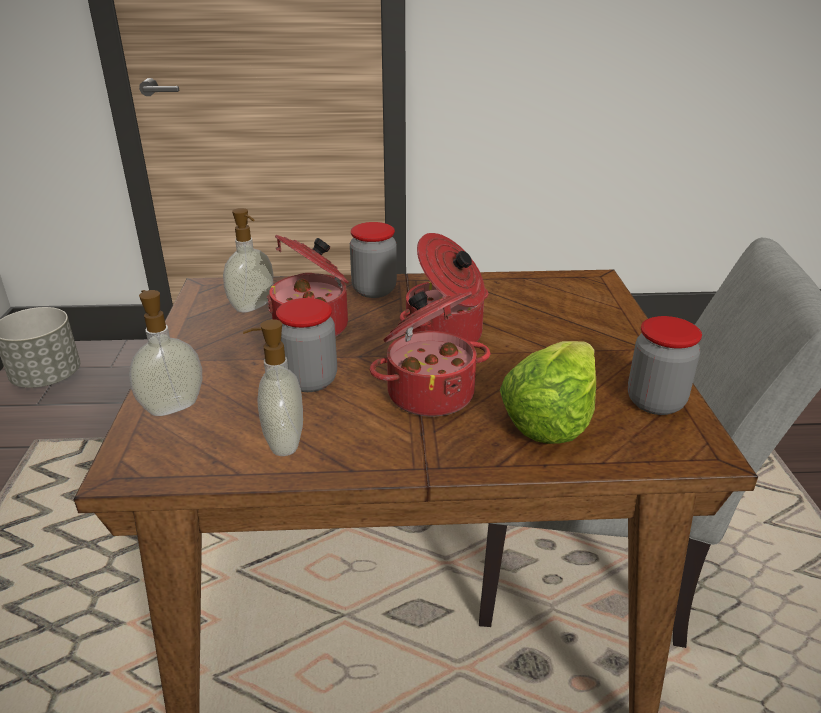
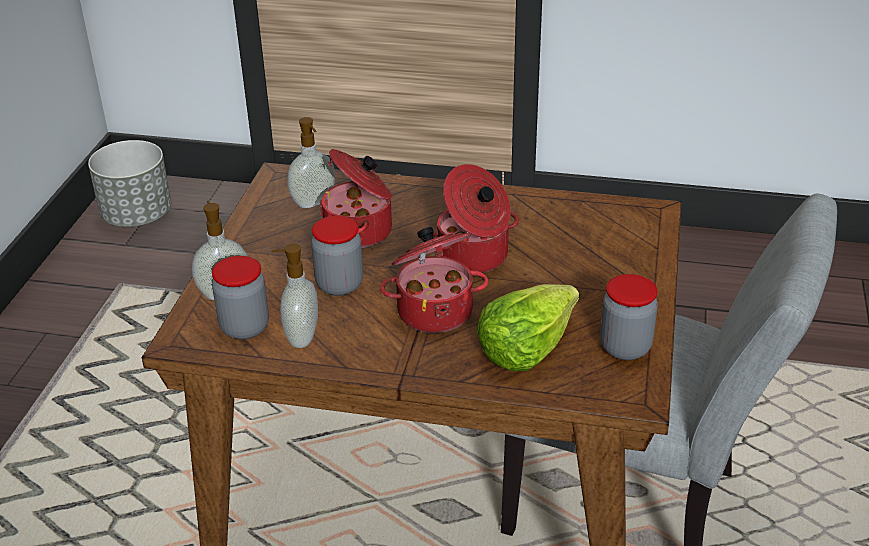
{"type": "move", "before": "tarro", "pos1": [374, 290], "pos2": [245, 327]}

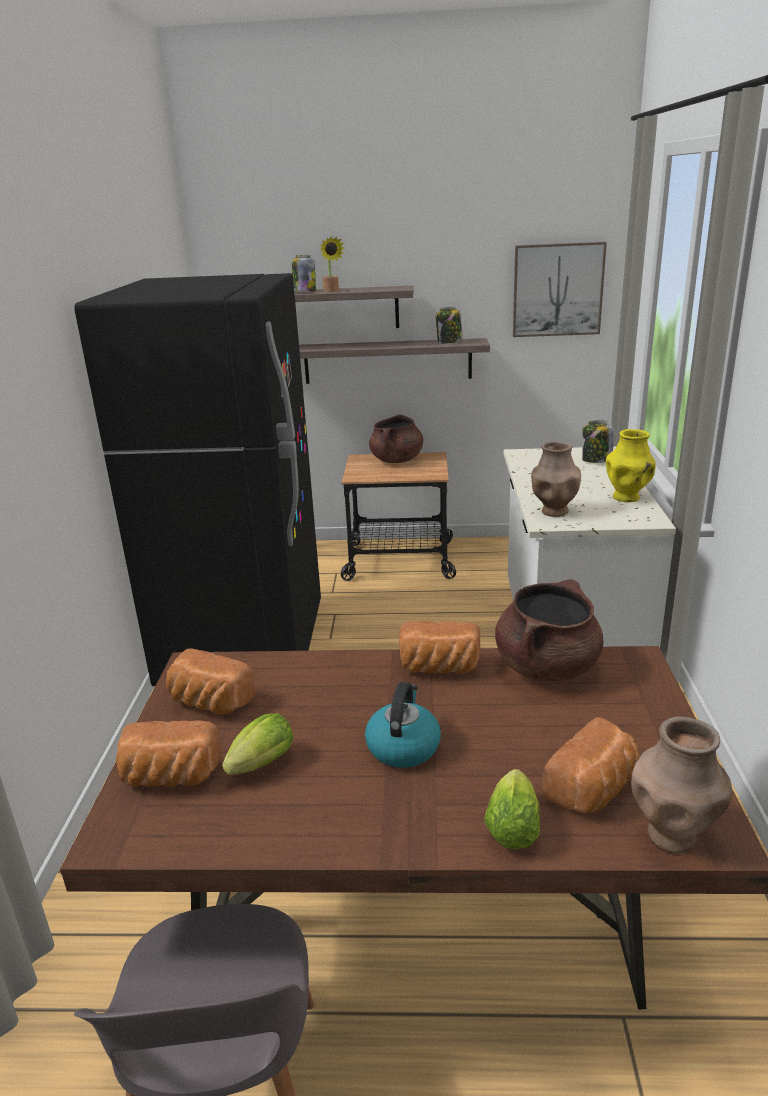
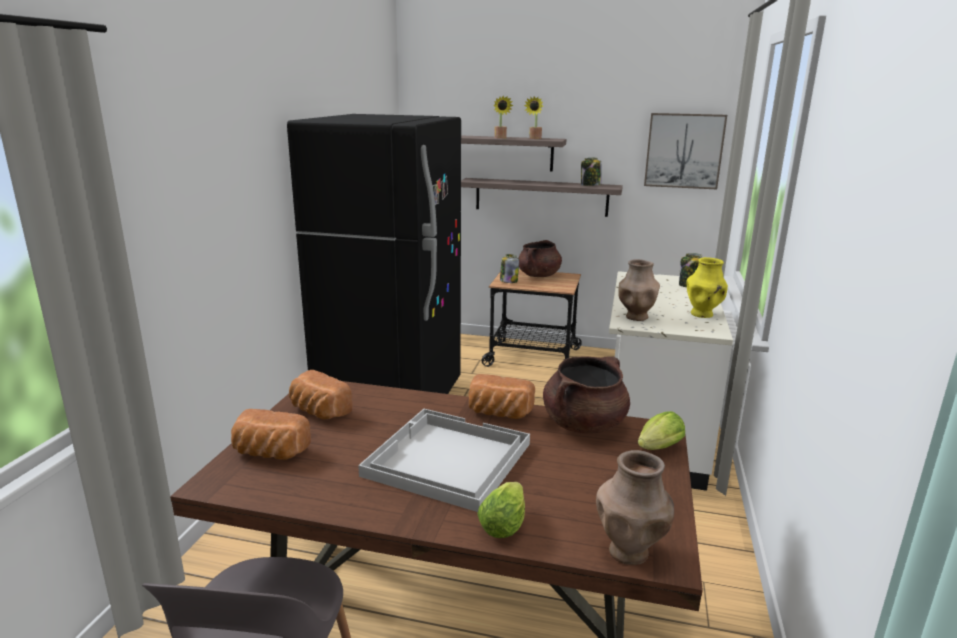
{"type": "move", "before": "lechuga", "pos1": [259, 766], "pos2": [657, 449]}
{"type": "move", "before": "tarro", "pos1": [304, 291], "pos2": [508, 281]}
{"type": "replace", "before": "hervidor", "after": "bandeja [blanco]", "pos1": [403, 746], "pos2": [446, 460]}
{"type": "delete", "before": "pan", "pos1": [594, 790]}
{"type": "insert", "after": "planta en maceta", "pos2": [534, 138]}

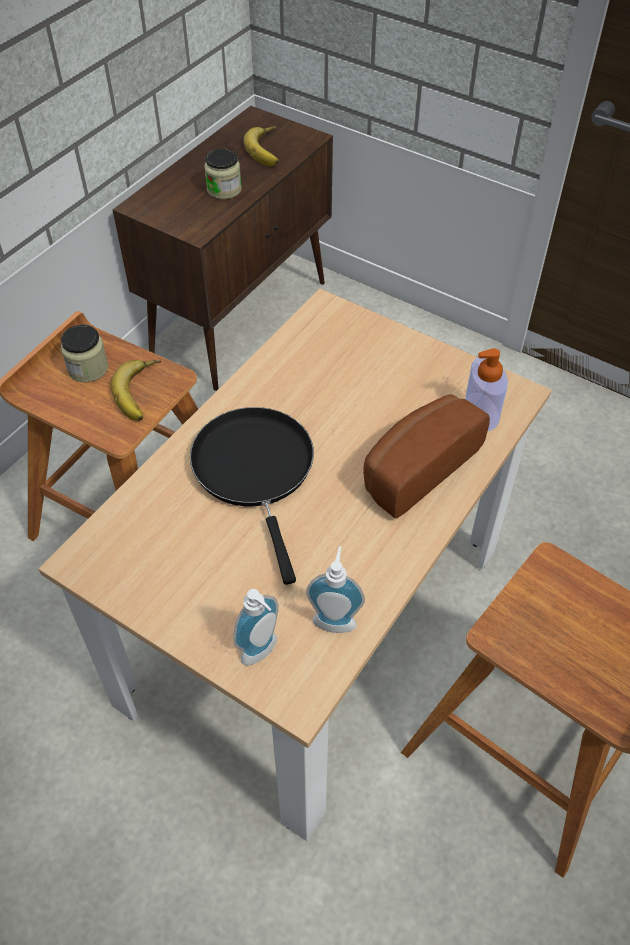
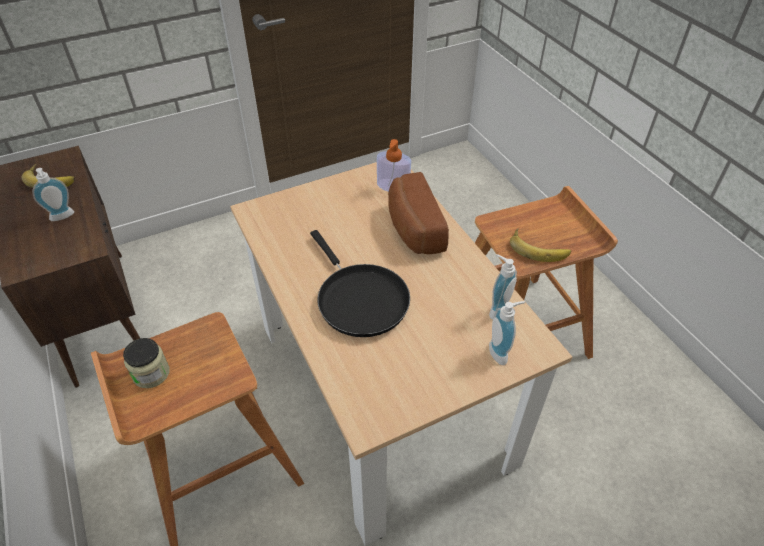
{"type": "move", "before": "plátano", "pos1": [142, 393], "pos2": [538, 248]}
{"type": "rotate", "before": "sartén [negro]", "pos1": [255, 470], "pos2": [359, 299], "turn": -135}
{"type": "replace", "before": "tarro", "after": "dispensador de jabón", "pos1": [224, 189], "pos2": [63, 217]}

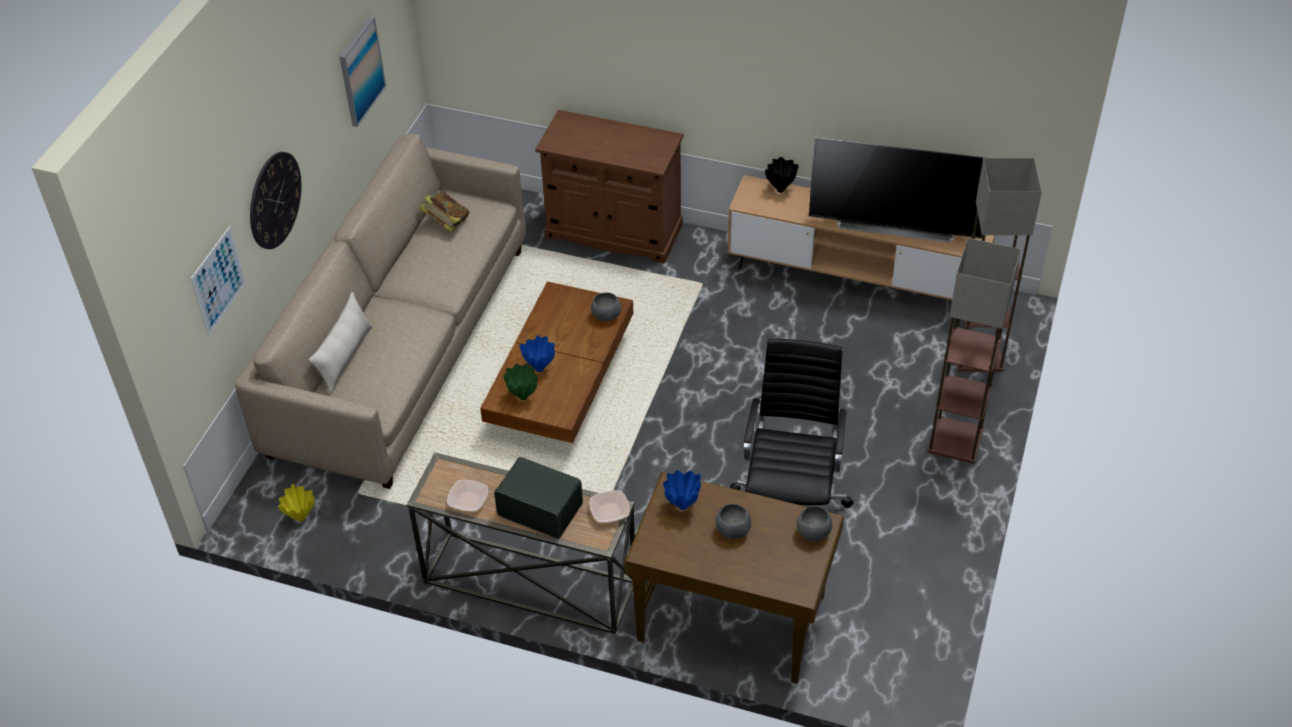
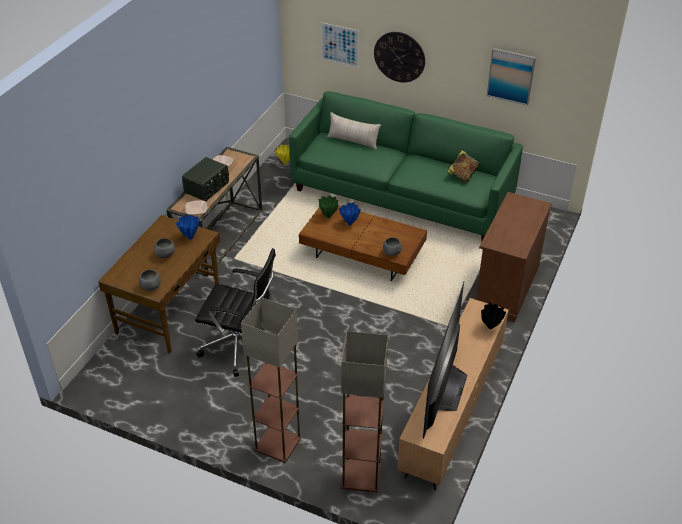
{"type": "recolor", "before": "sofá [beis]", "after": "sofá [verde]", "pos1": [401, 349], "pos2": [402, 195]}

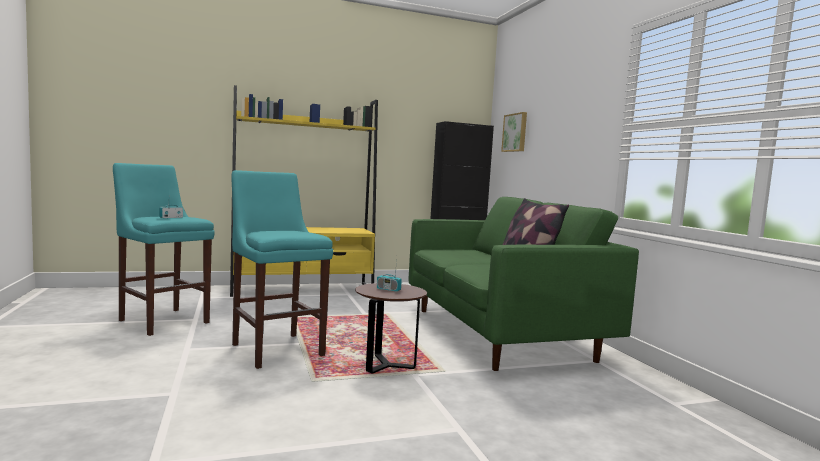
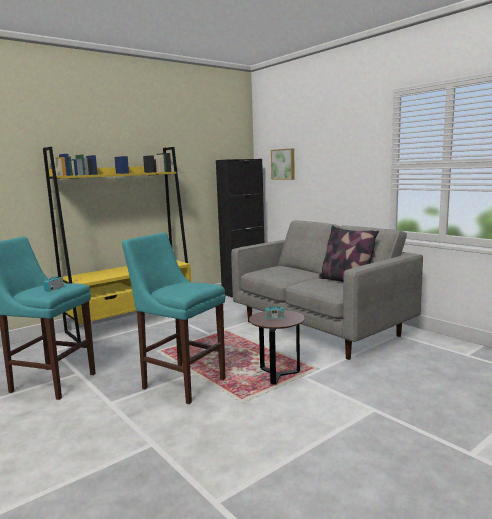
{"type": "recolor", "before": "sofá [verde]", "after": "sofá [gris]", "pos1": [499, 333], "pos2": [320, 328]}

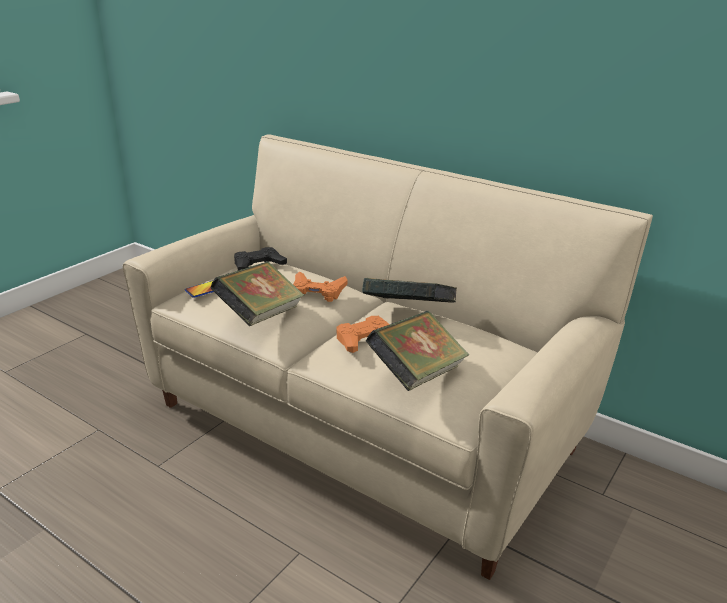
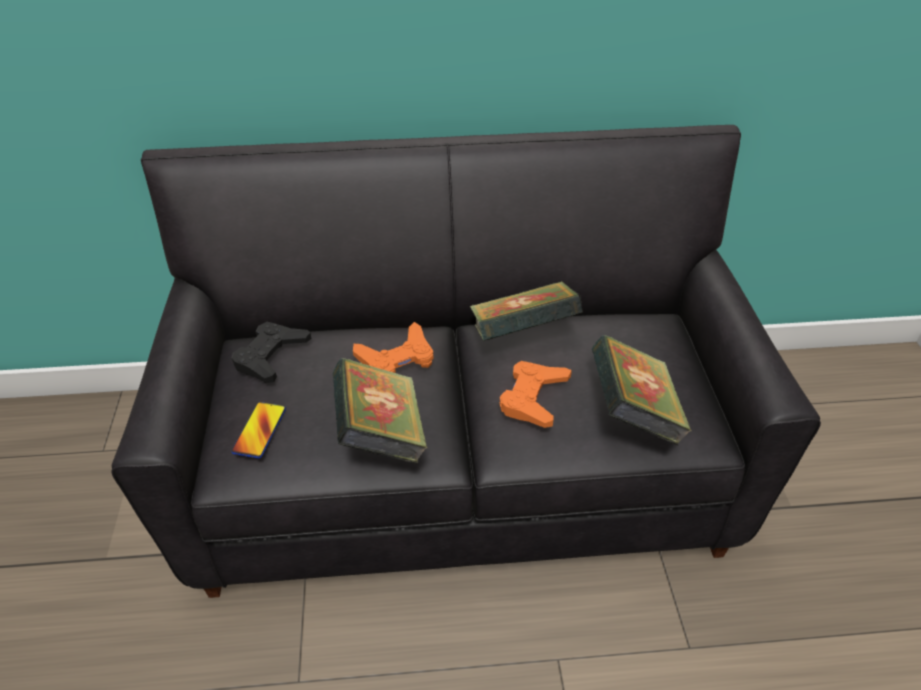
{"type": "recolor", "before": "sofá [beis]", "after": "sofá [negro]", "pos1": [363, 427], "pos2": [461, 473]}

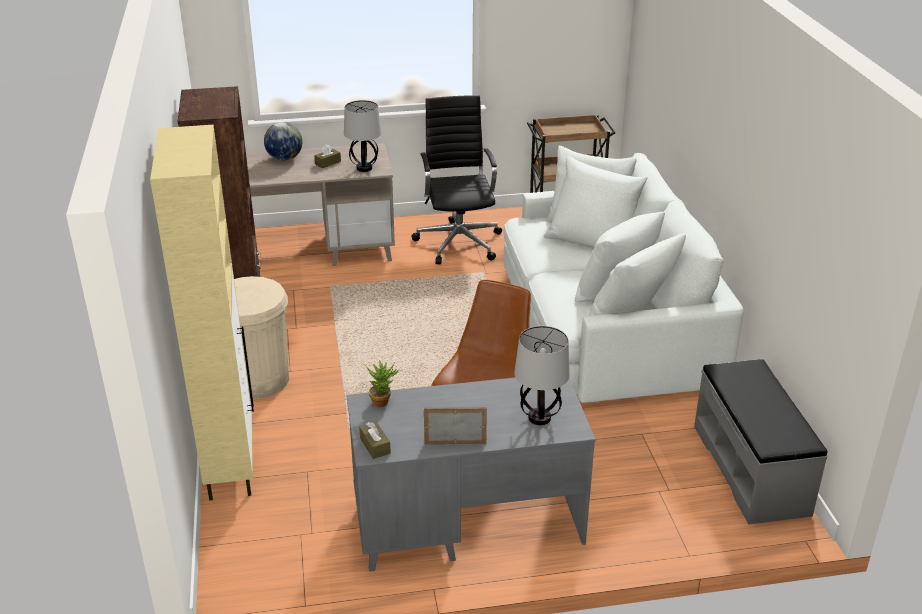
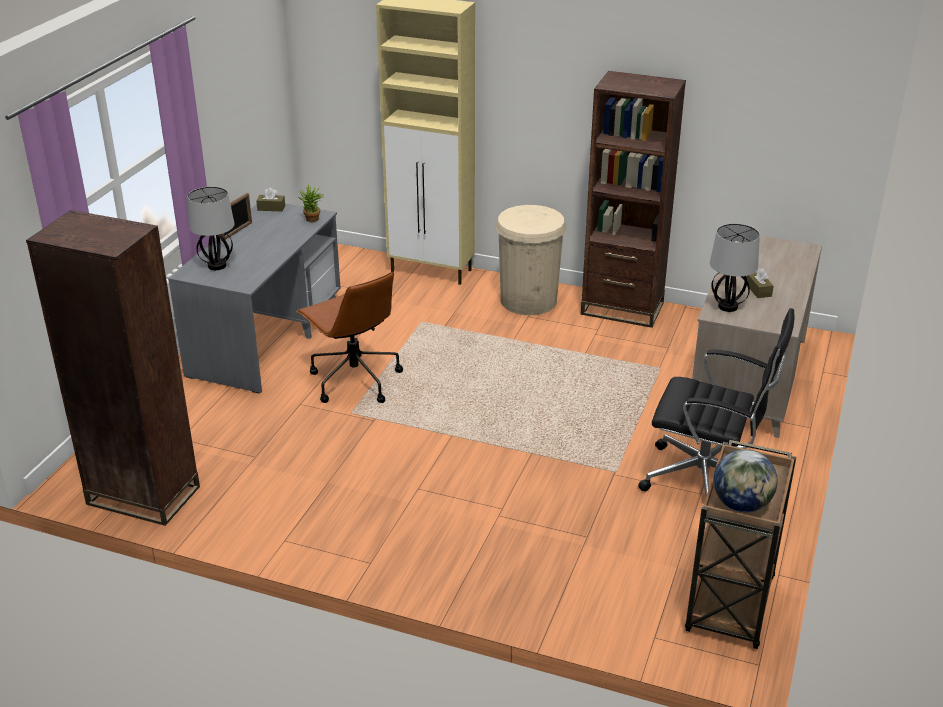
{"type": "move", "before": "globo terráqueo", "pos1": [284, 159], "pos2": [741, 505]}
{"type": "delete", "before": "sofá [blanco]", "pos1": [607, 325]}
{"type": "replace", "before": "banco [gris]", "after": "estantería [marrón]", "pos1": [751, 469], "pos2": [143, 495]}

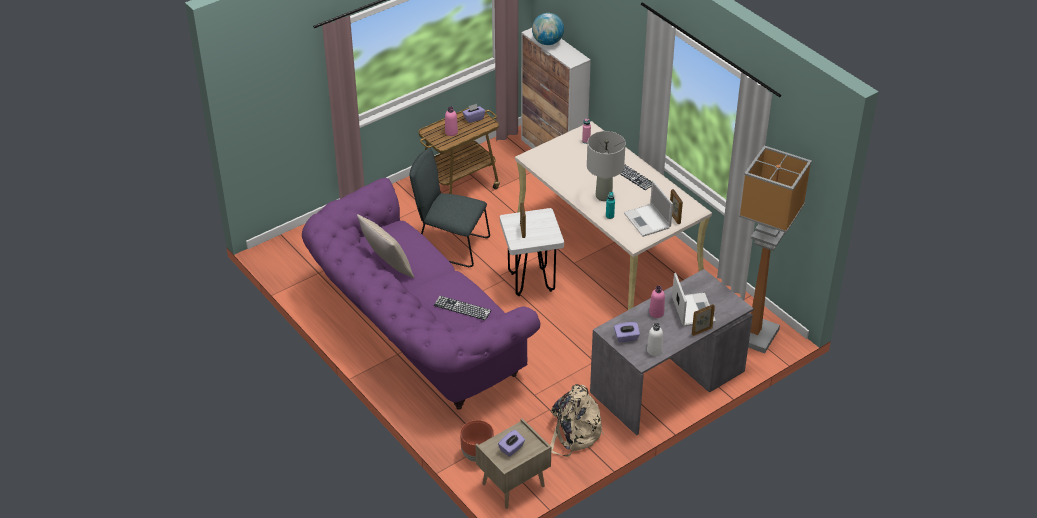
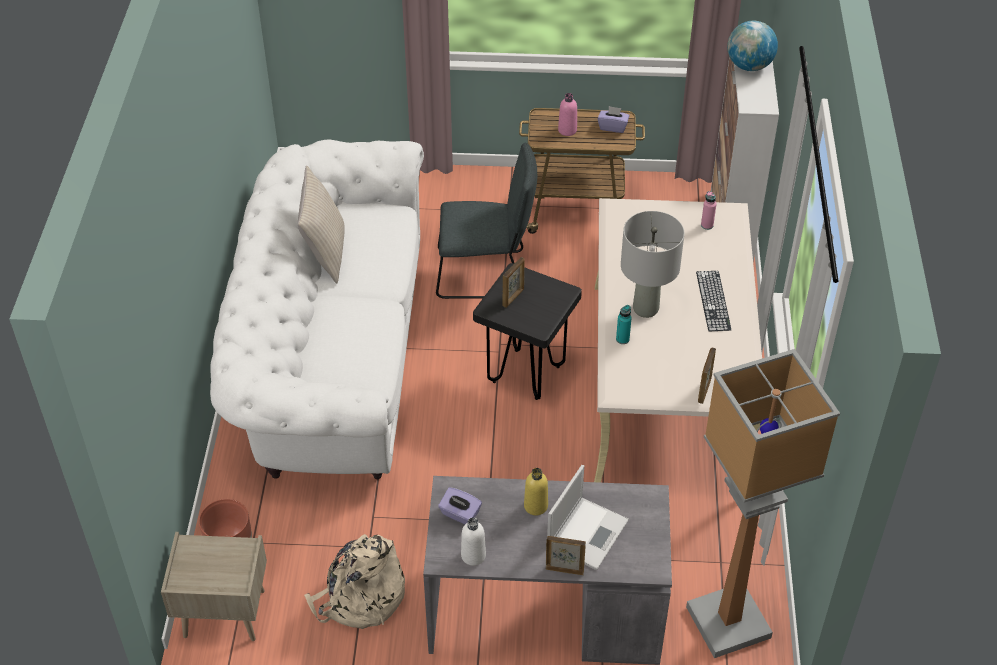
{"type": "recolor", "before": "sofá [morado]", "after": "sofá [blanco]", "pos1": [413, 334], "pos2": [330, 355]}
{"type": "rotate", "before": "silla [gris]", "pos1": [450, 245], "pos2": [485, 274], "turn": 120}
{"type": "delete", "before": "teclado", "pos1": [462, 308]}
{"type": "delete", "before": "caja de pañuelos [morado]", "pos1": [511, 448]}
{"type": "recolor", "before": "taburete [blanco]", "after": "taburete [negro]", "pos1": [531, 282], "pos2": [526, 374]}
{"type": "delete", "before": "portátil", "pos1": [647, 221]}
{"type": "recolor", "before": "botella [rosa]", "after": "botella [amarillo]", "pos1": [656, 313], "pos2": [535, 506]}

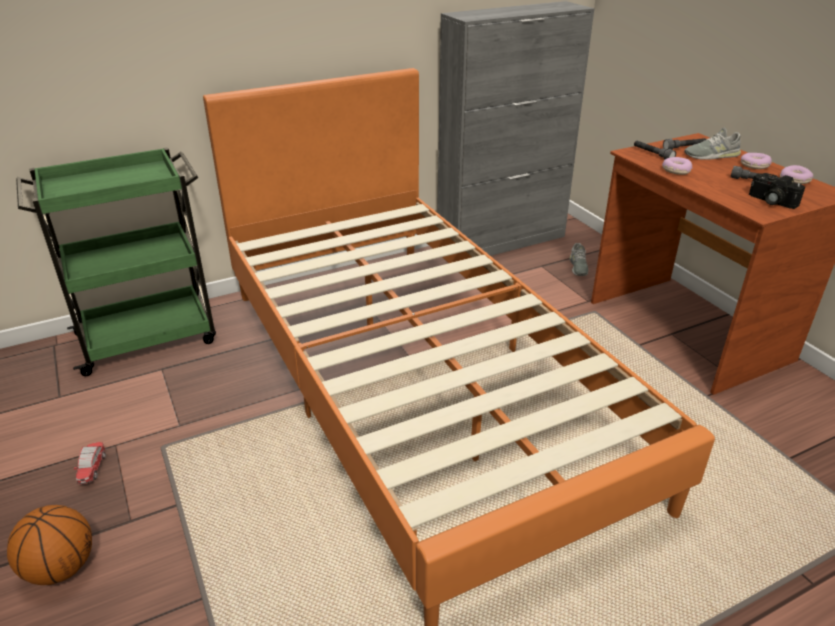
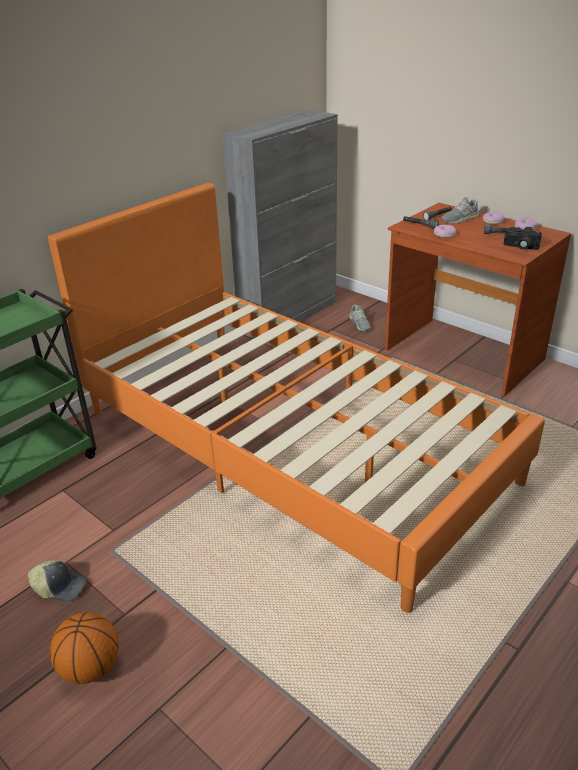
{"type": "replace", "before": "coche de juguete", "after": "gorra", "pos1": [93, 469], "pos2": [60, 586]}

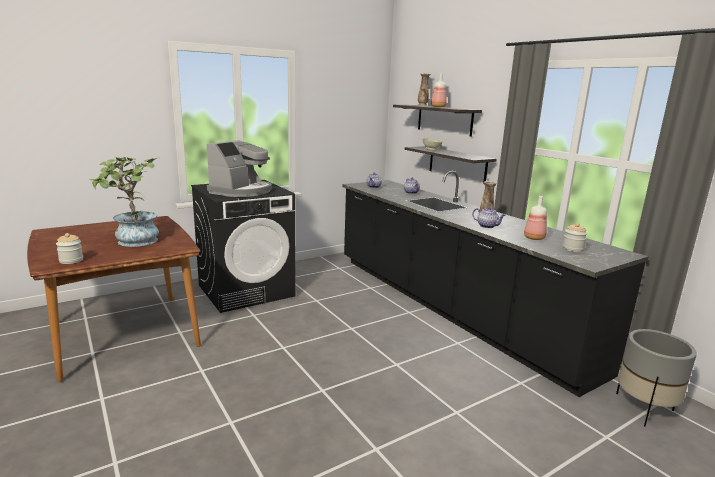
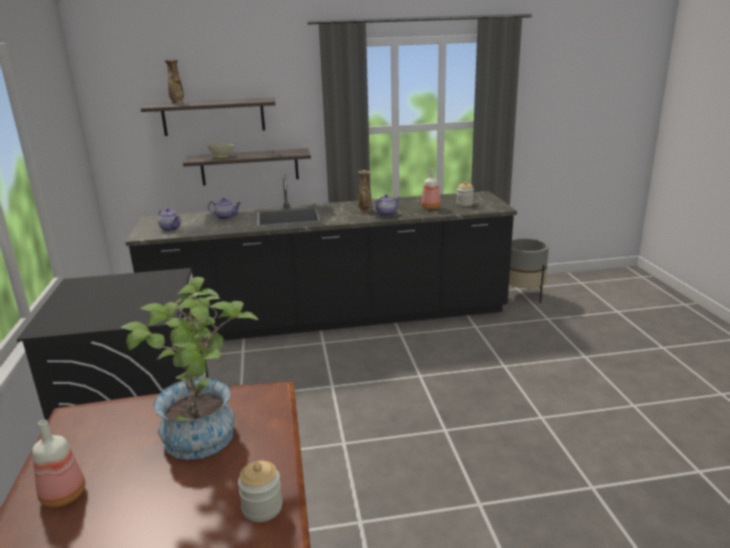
{"type": "delete", "before": "cafetera", "pos1": [241, 191]}
{"type": "move", "before": "botella", "pos1": [438, 107], "pos2": [65, 495]}

